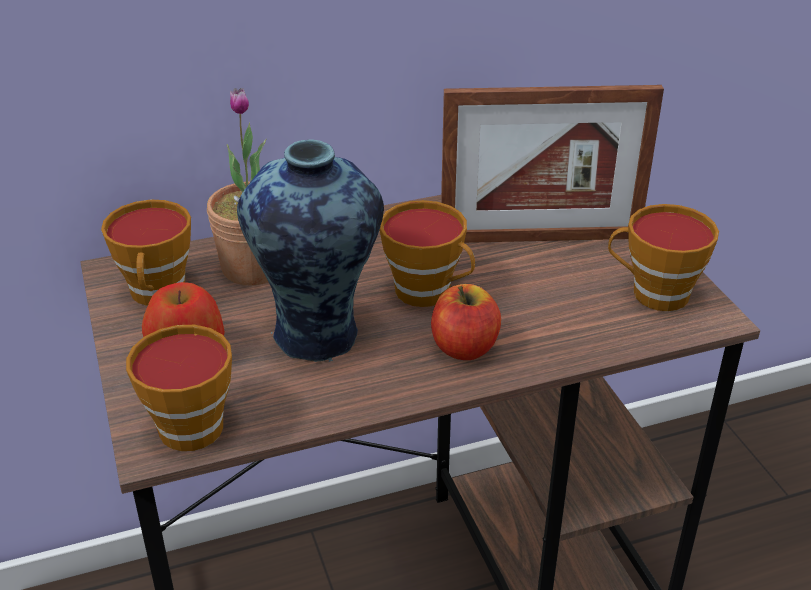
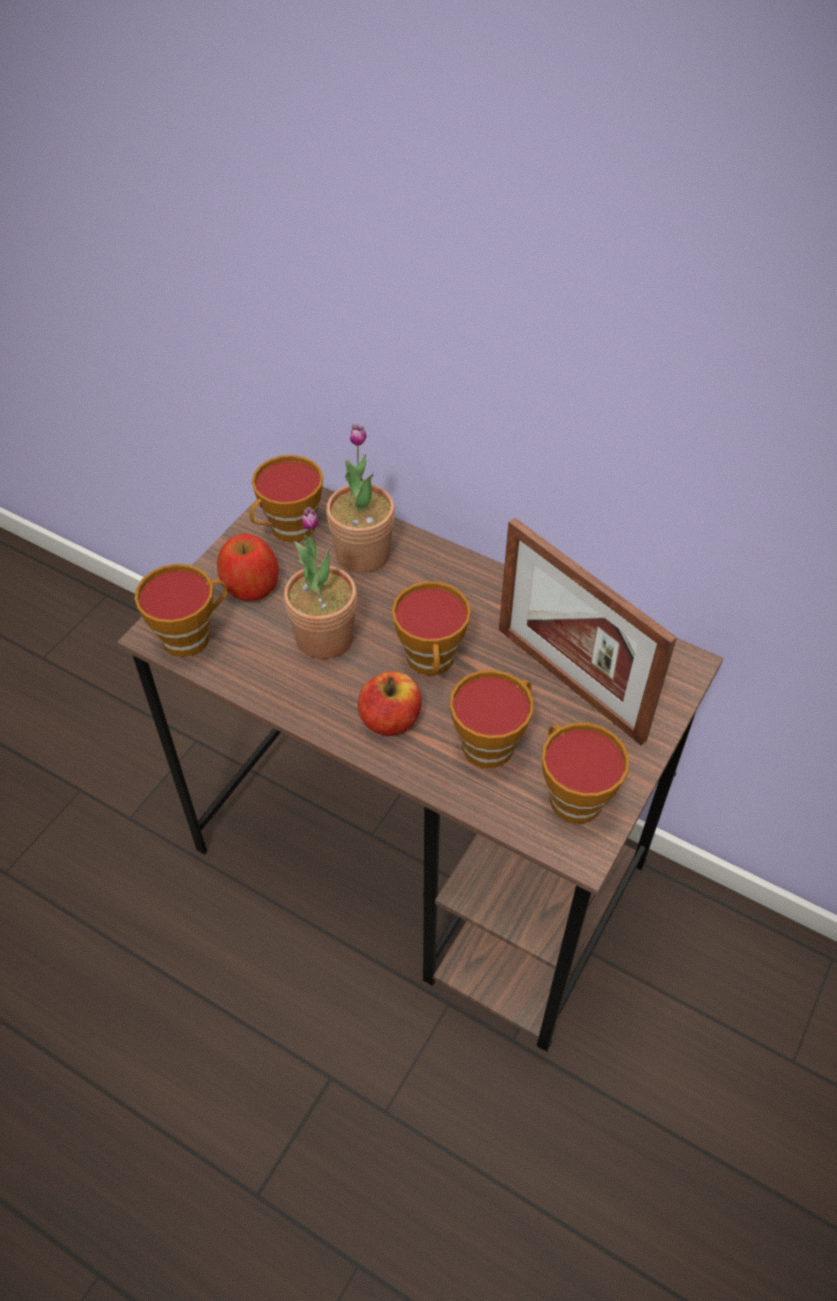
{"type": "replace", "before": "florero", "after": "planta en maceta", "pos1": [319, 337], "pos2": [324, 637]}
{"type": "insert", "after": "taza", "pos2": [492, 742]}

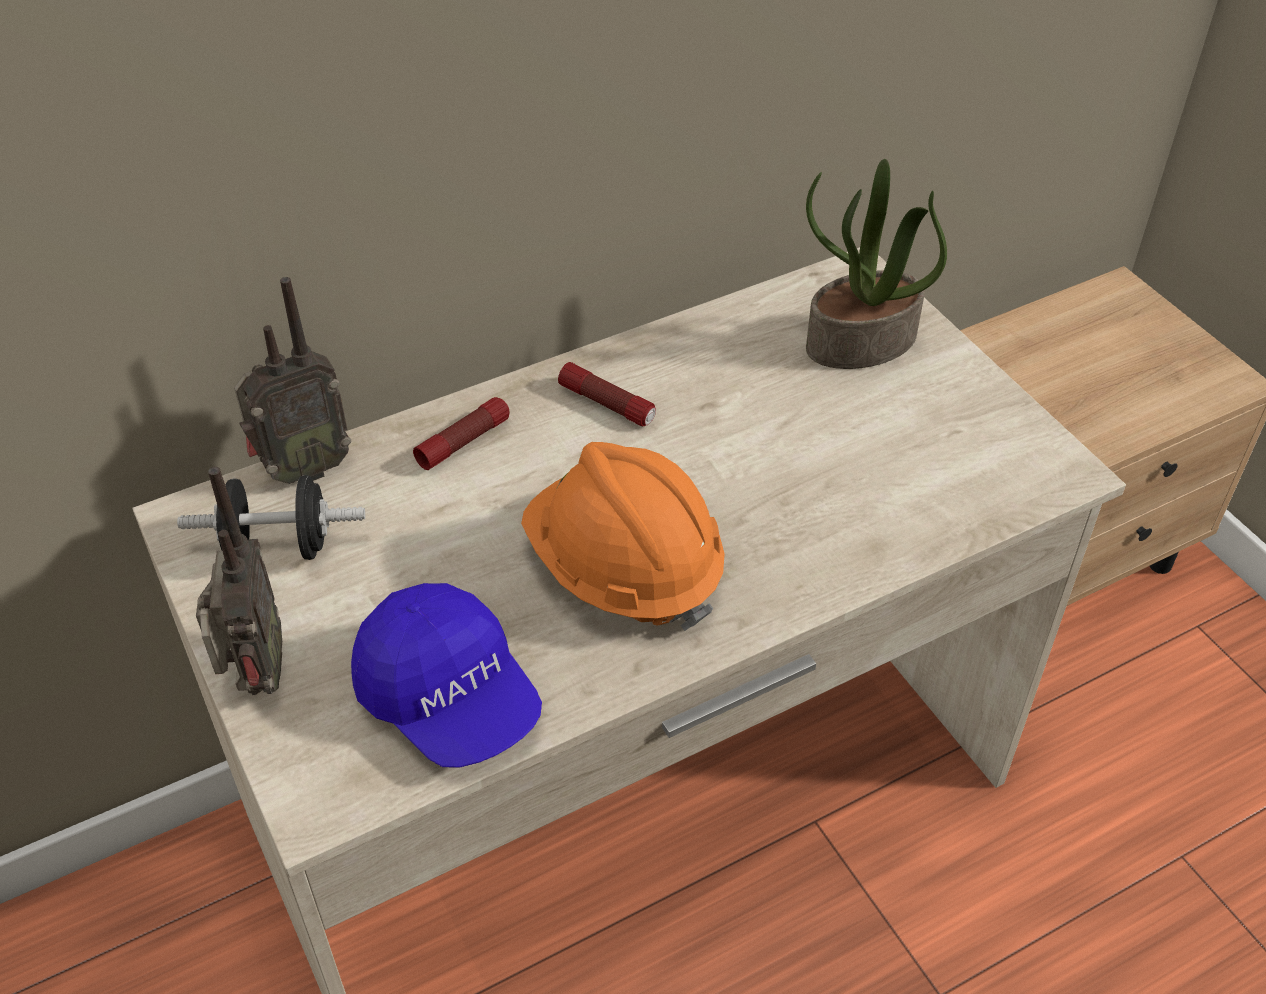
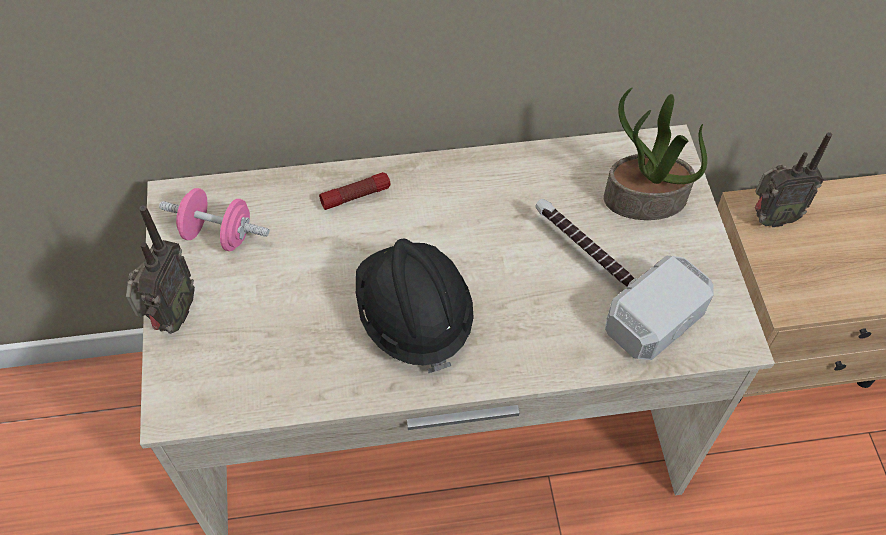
{"type": "recolor", "before": "mancuerna [negro]", "after": "mancuerna [rosa]", "pos1": [279, 547], "pos2": [218, 235]}
{"type": "move", "before": "radio", "pos1": [302, 469], "pos2": [770, 218]}
{"type": "delete", "before": "gorra [azul]", "pos1": [450, 699]}
{"type": "recolor", "before": "casco [naranja]", "after": "casco [negro]", "pos1": [623, 569], "pos2": [413, 317]}
{"type": "delete", "before": "linterna", "pos1": [607, 404]}
{"type": "insert", "after": "martillo", "pos2": [604, 276]}

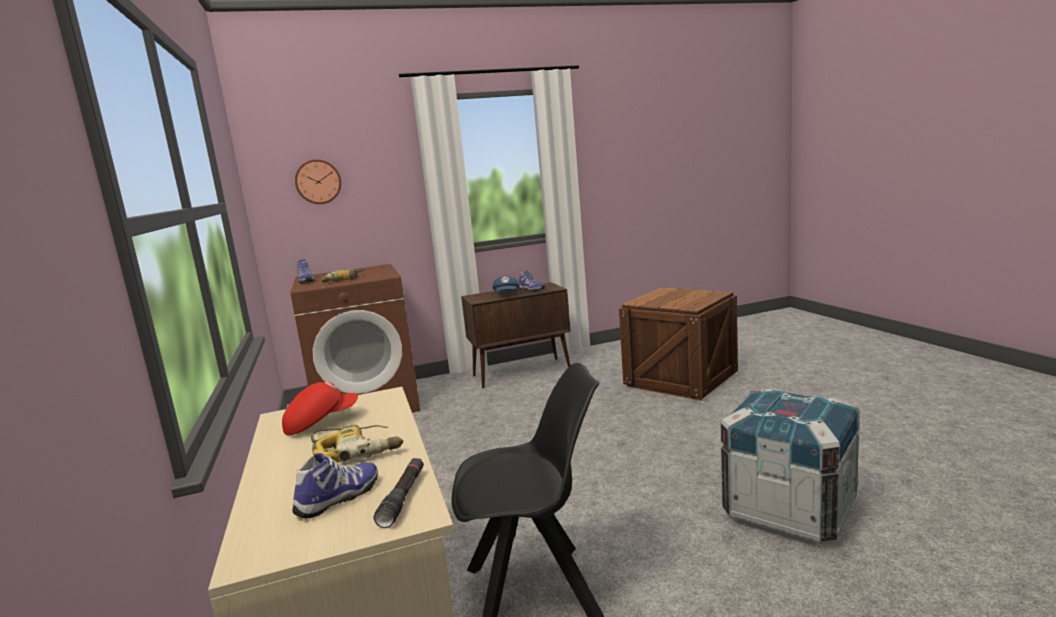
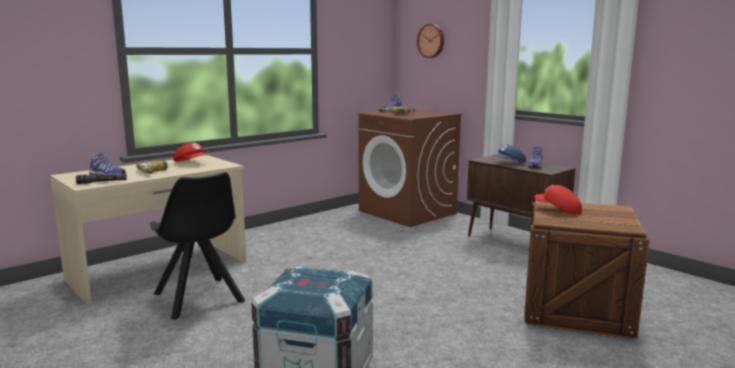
{"type": "insert", "after": "gorra [rojo]", "pos2": [558, 210]}

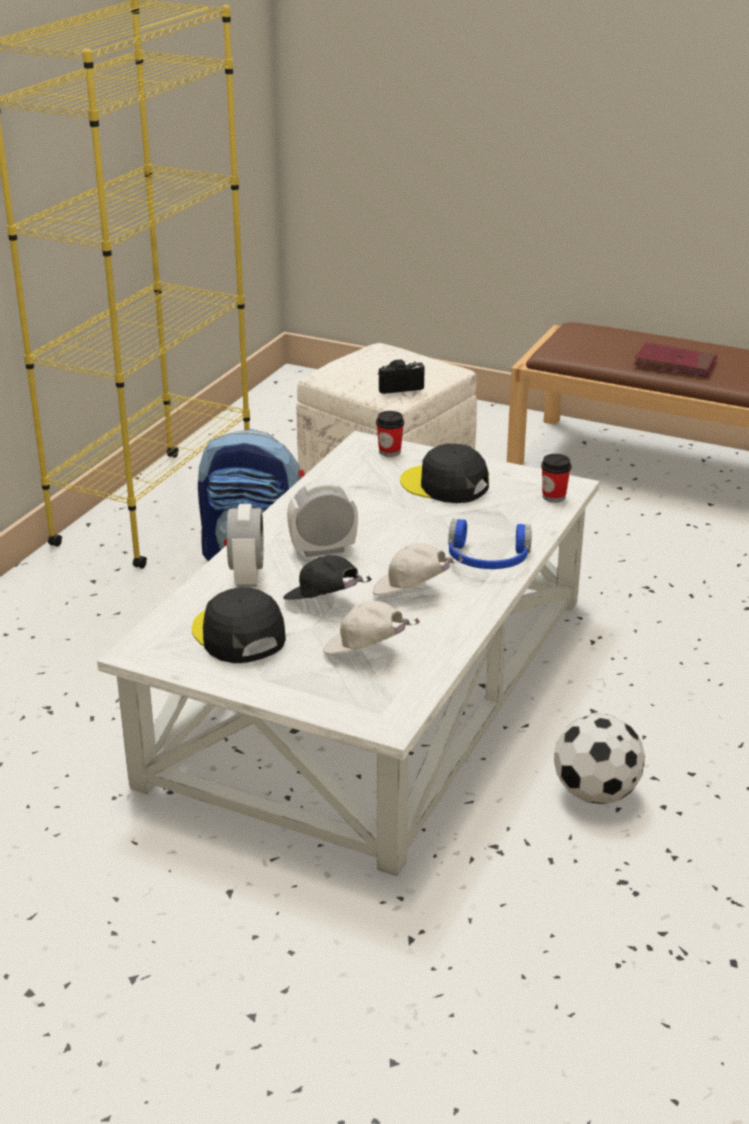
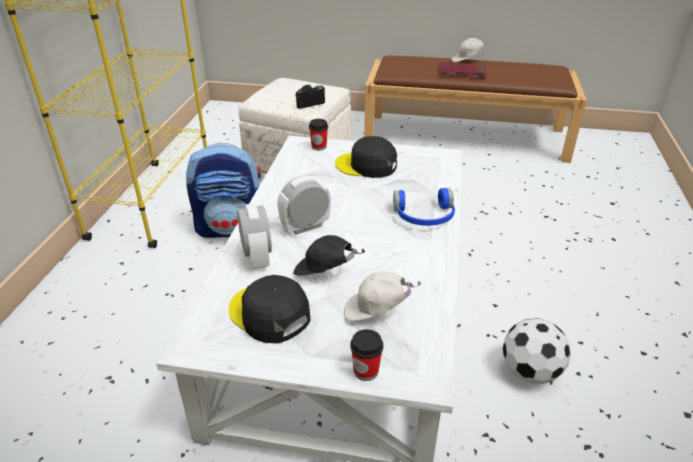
{"type": "move", "before": "gorra [blanco]", "pos1": [411, 591], "pos2": [468, 60]}
{"type": "move", "before": "taza", "pos1": [554, 497], "pos2": [366, 371]}

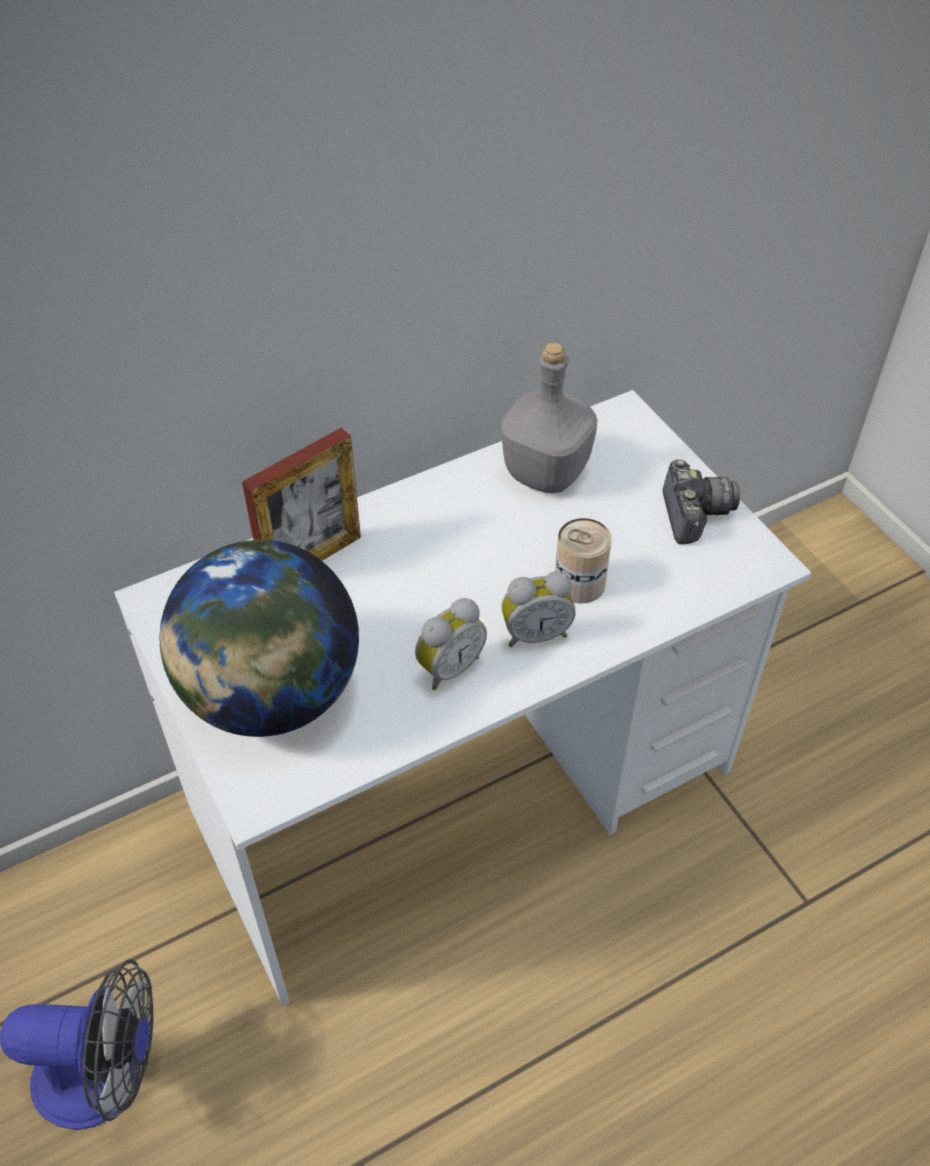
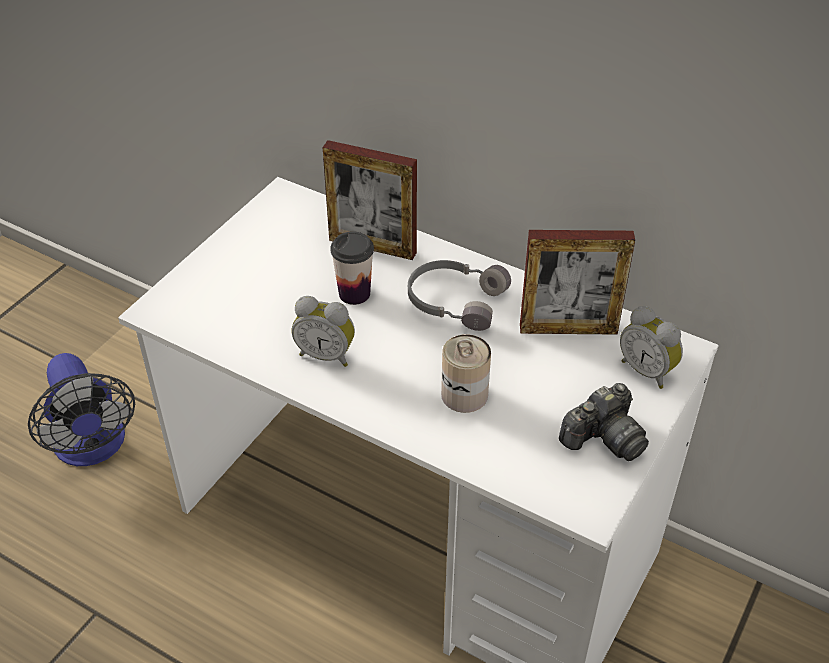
{"type": "delete", "before": "globo terráqueo", "pos1": [271, 695]}
{"type": "replace", "before": "botella [gris]", "after": "portarretratos", "pos1": [546, 471], "pos2": [568, 329]}
{"type": "move", "before": "despertador", "pos1": [535, 633], "pos2": [647, 370]}
{"type": "insert", "after": "taza", "pos2": [354, 293]}
{"type": "insert", "after": "auriculares [gris]", "pos2": [455, 301]}

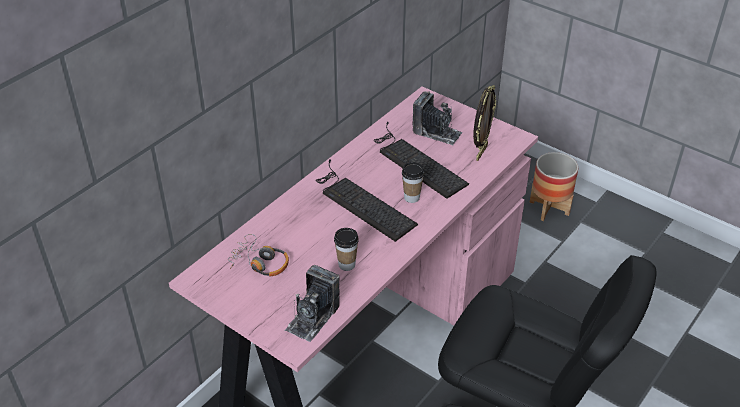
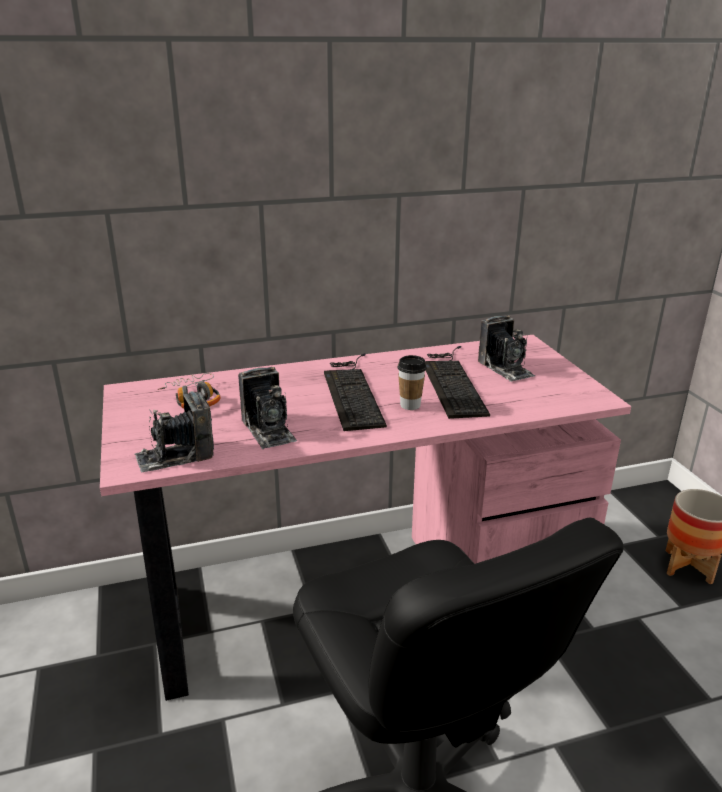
{"type": "replace", "before": "taza", "after": "cámara", "pos1": [346, 265], "pos2": [269, 430]}
{"type": "delete", "before": "portarretratos", "pos1": [480, 152]}

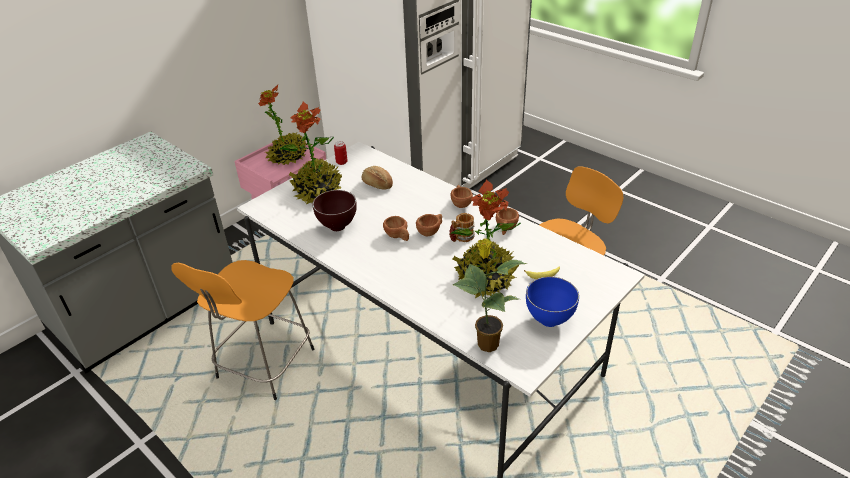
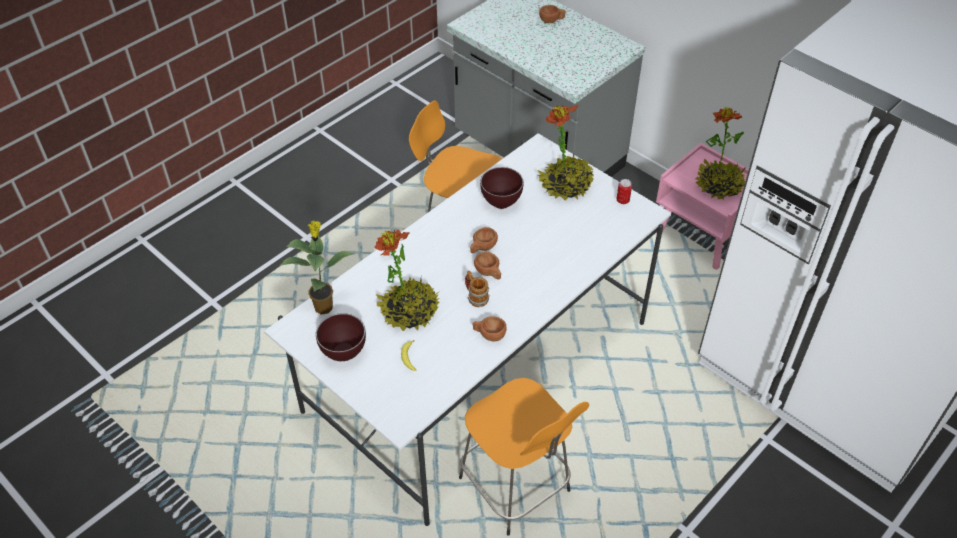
{"type": "delete", "before": "pan", "pos1": [377, 185]}
{"type": "move", "before": "taza [marrón]", "pos1": [460, 203], "pos2": [552, 21]}
{"type": "recolor", "before": "cuenco [azul]", "after": "cuenco [marrón]", "pos1": [550, 321], "pos2": [343, 355]}

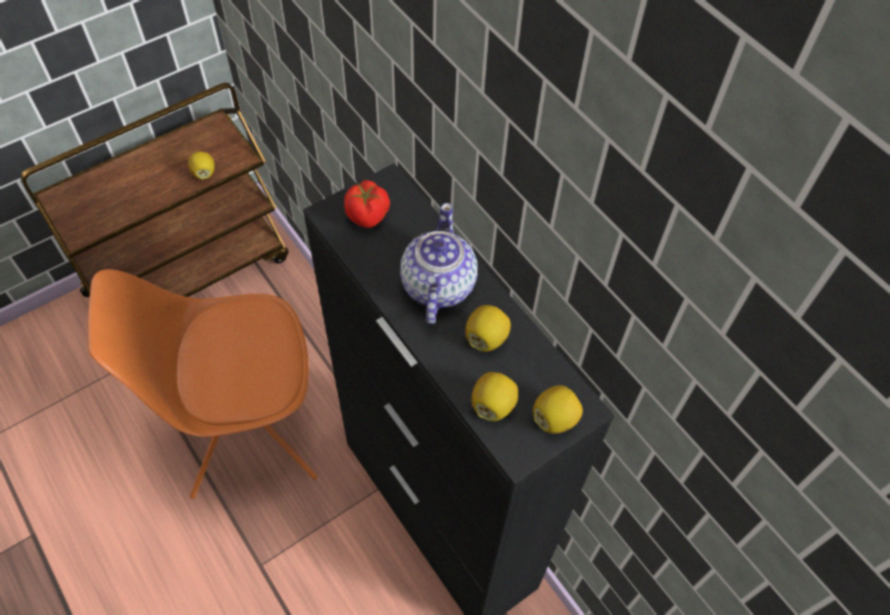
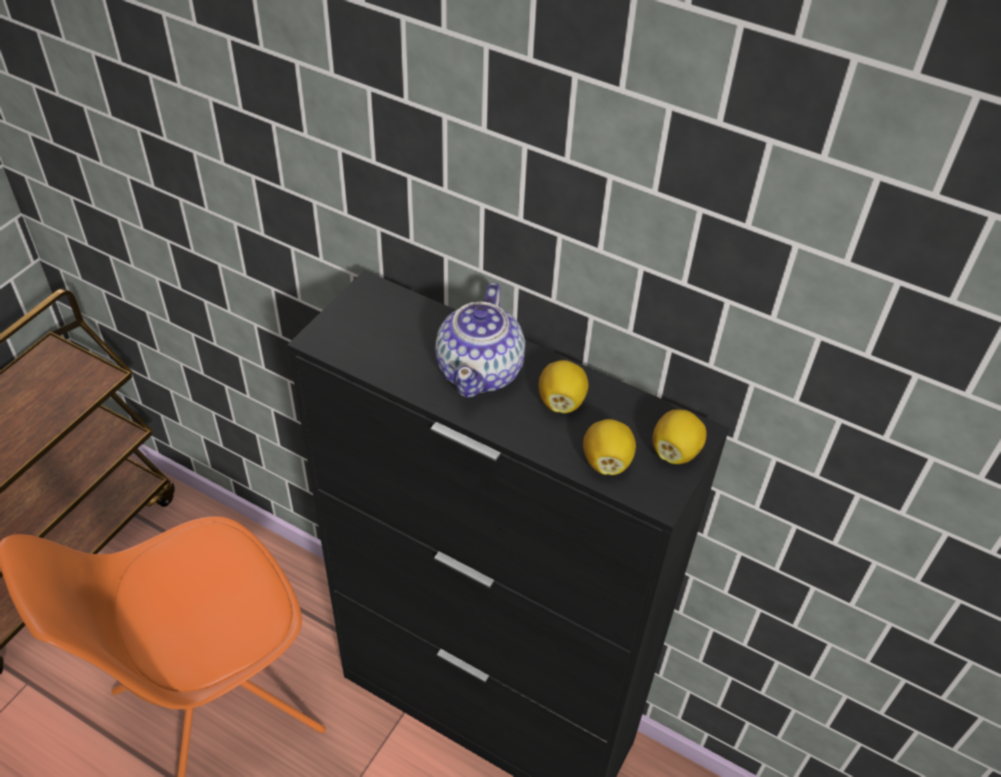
{"type": "delete", "before": "limón", "pos1": [204, 173]}
{"type": "delete", "before": "tomate", "pos1": [368, 215]}
{"type": "rotate", "before": "tetera", "pos1": [437, 286], "pos2": [481, 371], "turn": -150}

